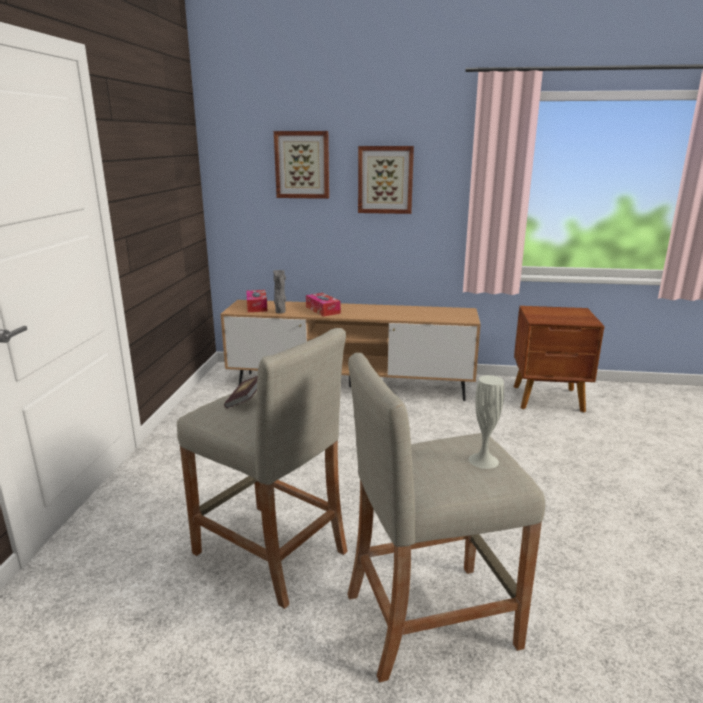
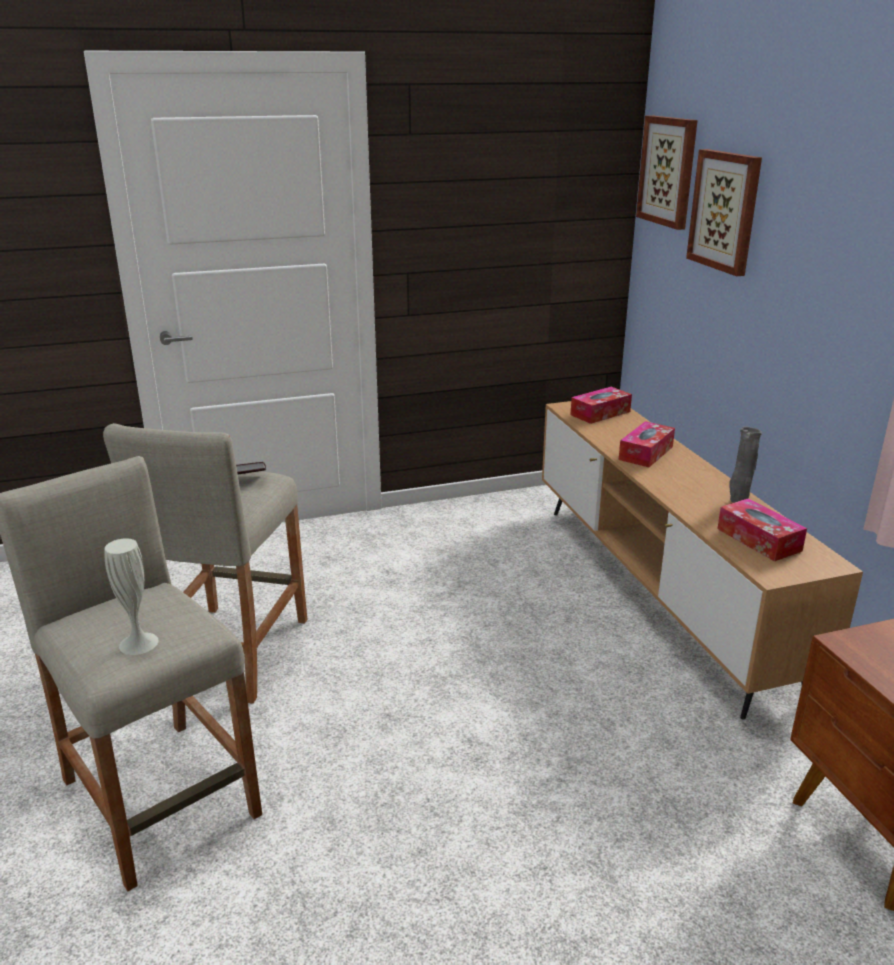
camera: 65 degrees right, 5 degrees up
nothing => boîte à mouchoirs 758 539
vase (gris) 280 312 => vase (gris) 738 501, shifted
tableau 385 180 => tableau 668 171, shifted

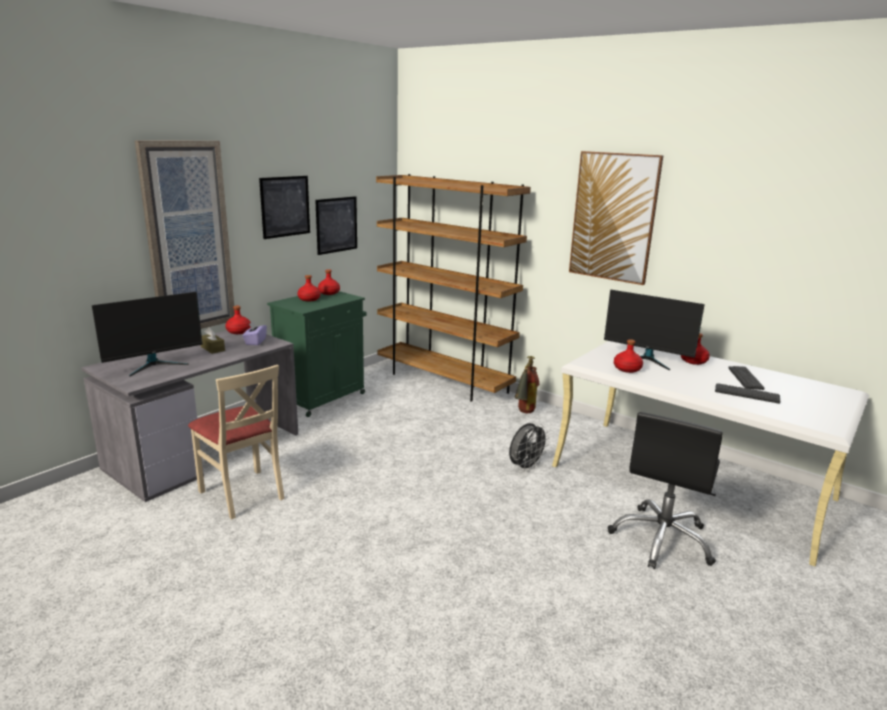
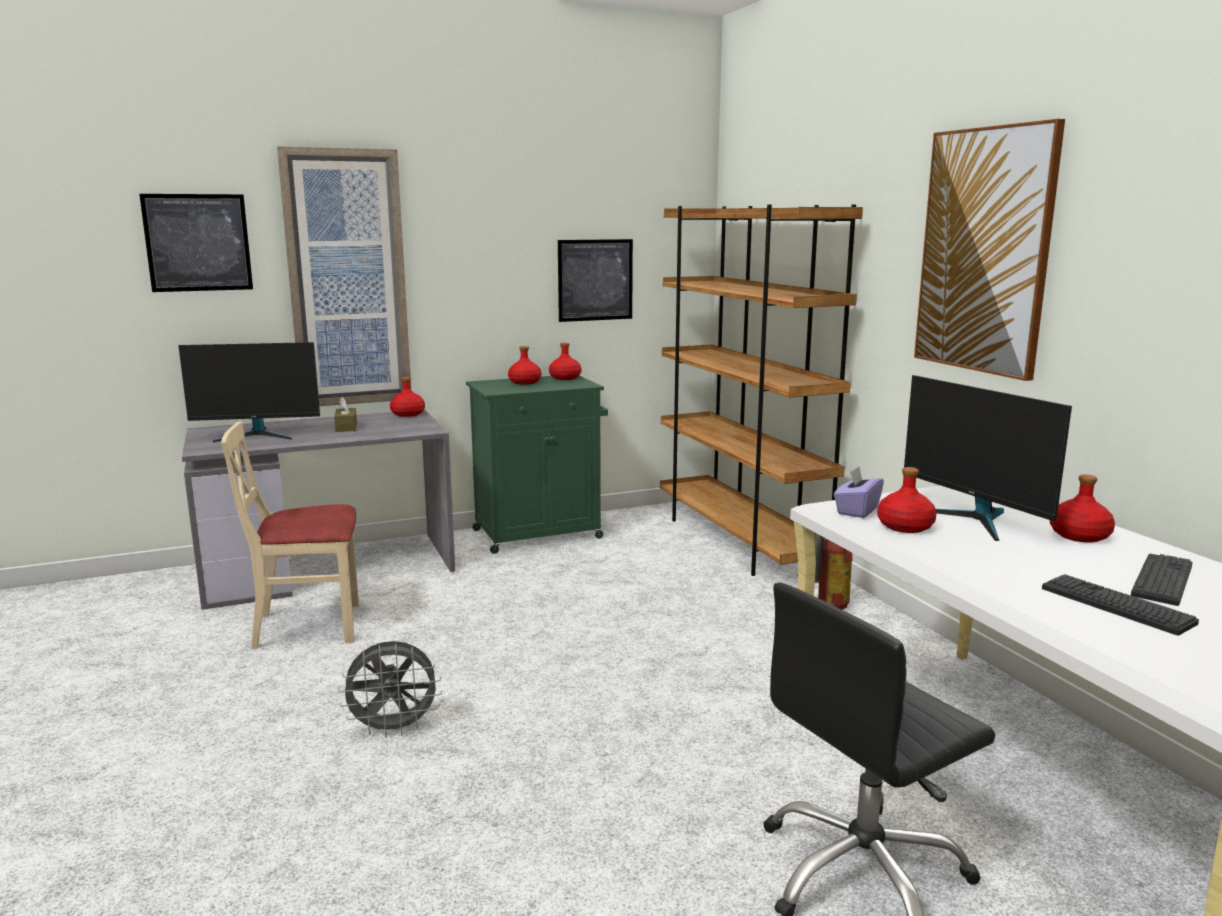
camera: 30 degrees right, 5 degrees down
boîte à mouchoirs (violet) 255 342 => boîte à mouchoirs (violet) 857 510, shifted
tableau 285 206 => tableau 198 243, shifted
ventilateur (gris) 525 467 => ventilateur (gris) 394 729, shifted
chaise (beige) 243 494 => chaise (beige) 308 626, 90 degrees clockwise

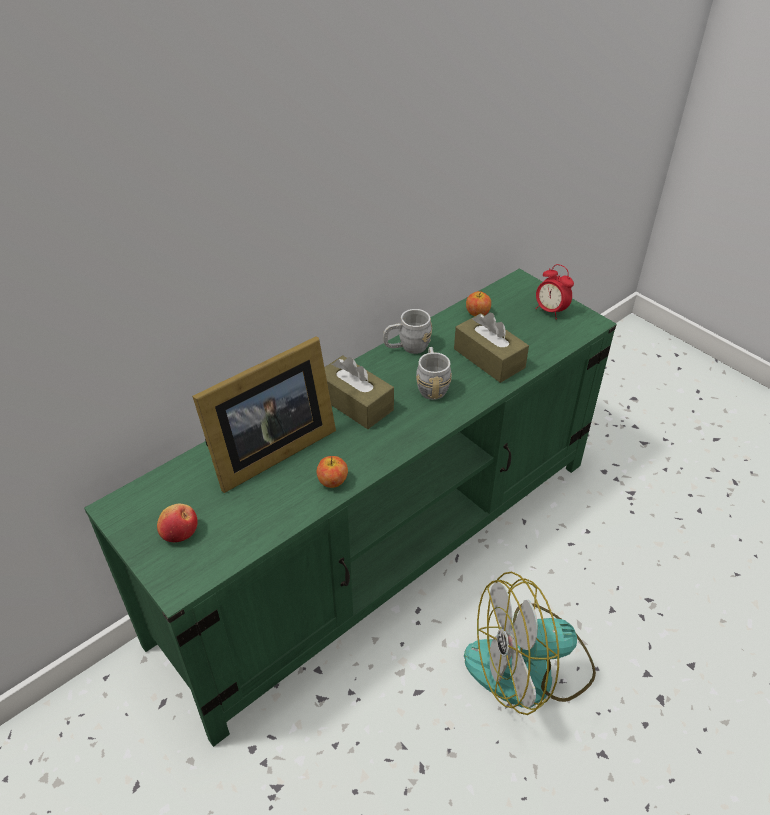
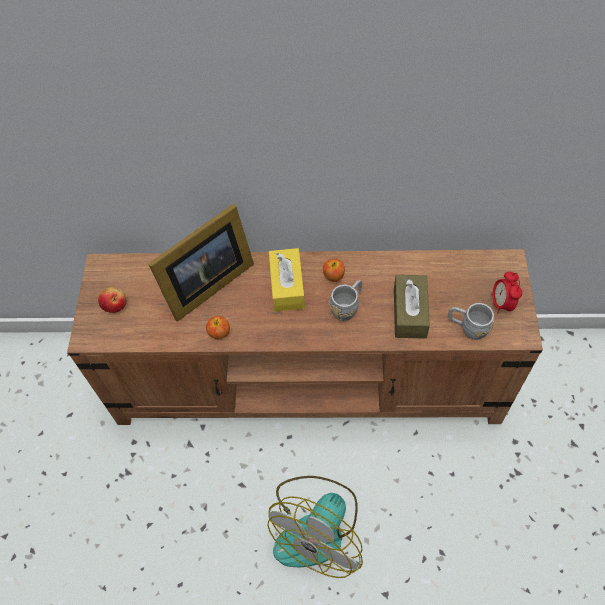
camera: 45 degrees right, 15 degrees up
mug (gris) 407 347 => mug (gris) 467 328, shifted
pomme 477 313 => pomme 333 276, shifted
meuble télé (vert) 384 546 => meuble télé (marron) 309 380
boîte à mouchoirs (marron) 355 403 => boîte à mouchoirs (jaune) 287 286
cadre photo 267 452 => cadre photo 204 285, 45 degrees counterclockwise
ventilateur 529 668 => ventilateur 317 527, 90 degrees counterclockwise

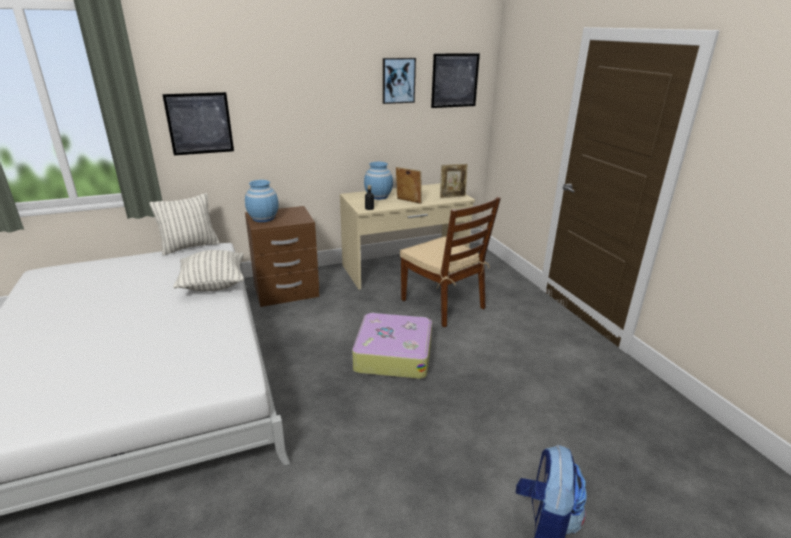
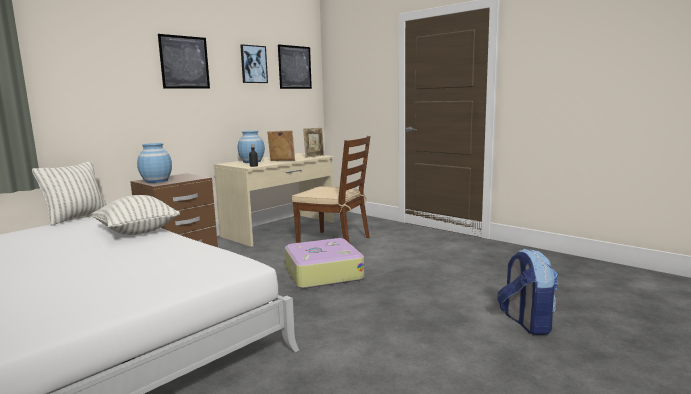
camera: 25 degrees left, 15 degrees down
tableau 199 123 => tableau 184 62, shifted

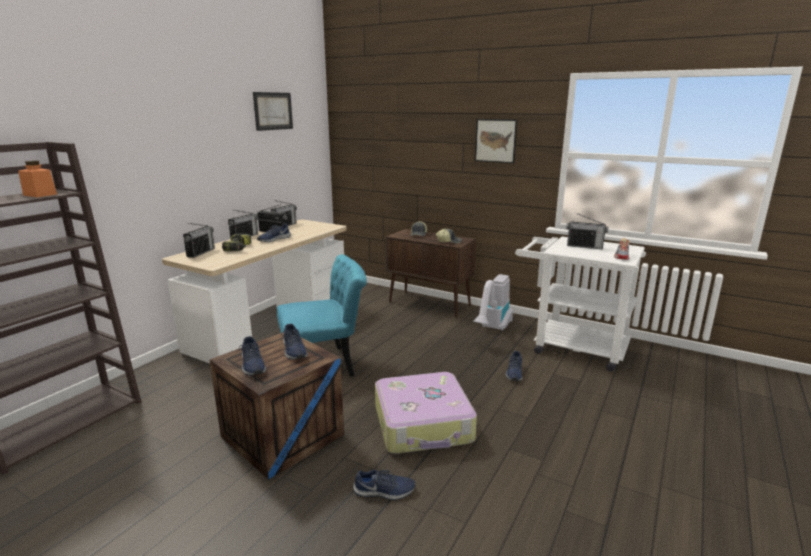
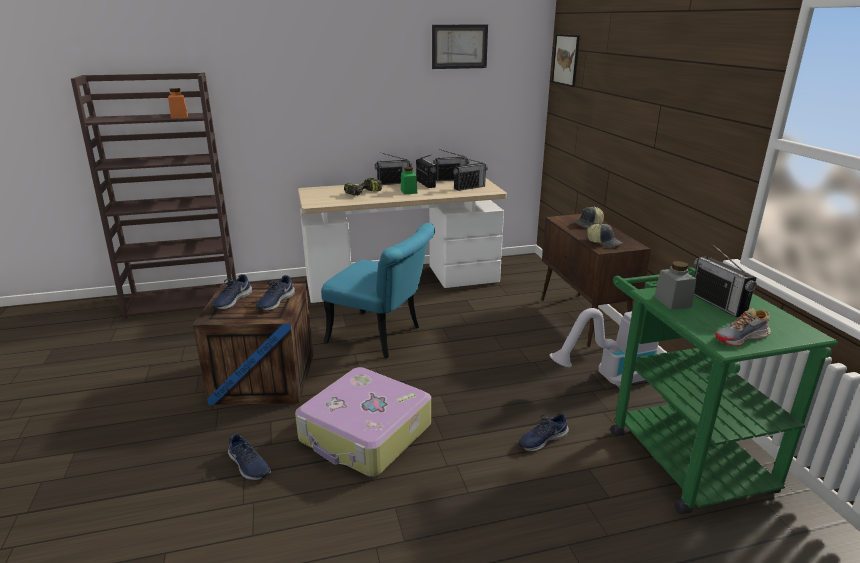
camera: 45 degrees right, 5 degrees up
nothing => bocal (gris) 672 302
radio 201 252 => radio 469 187, shifted
tableau 495 140 => tableau 566 60, shifted
chaussure (bleu) 273 239 => bocal (vert) 409 191
chariot (blanc) 570 346 => chariot (vert) 679 452

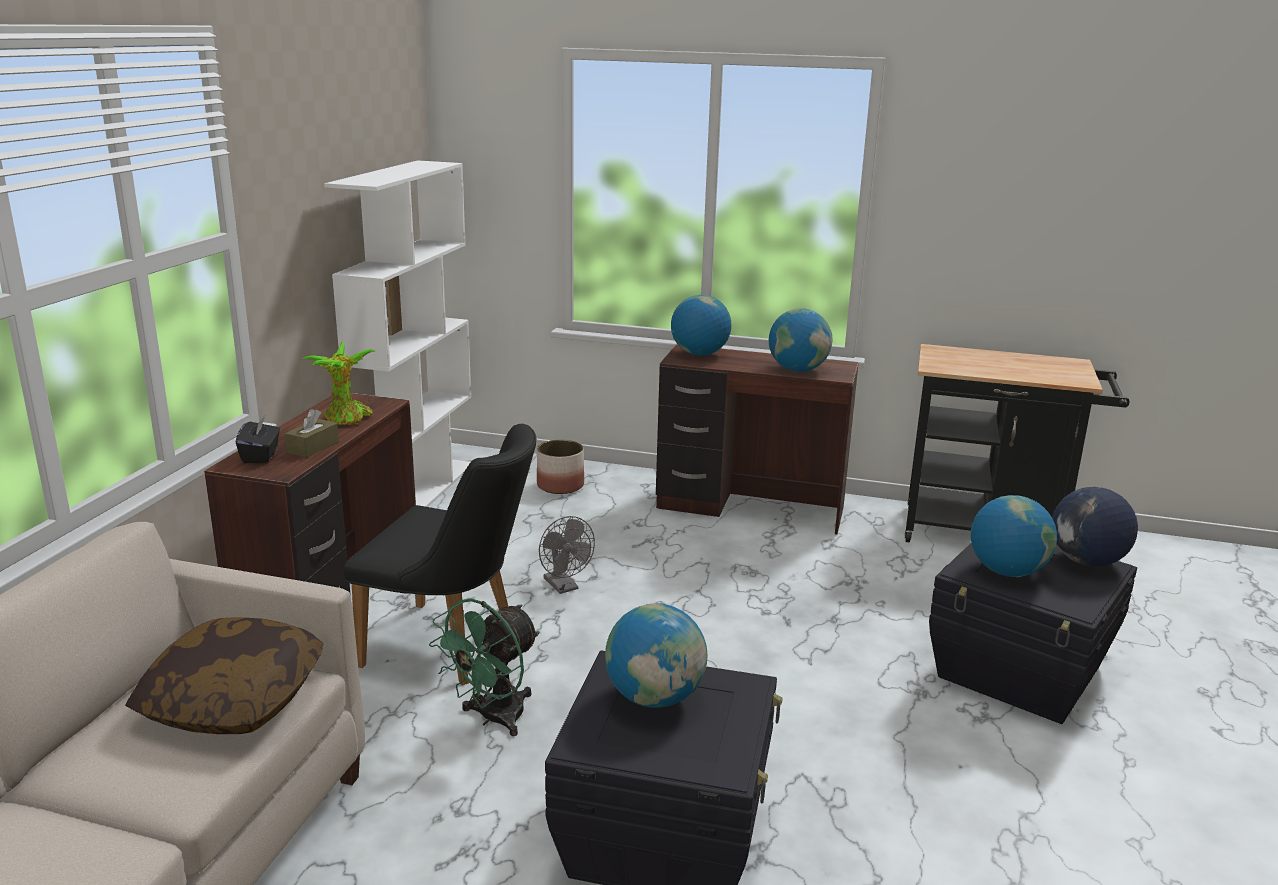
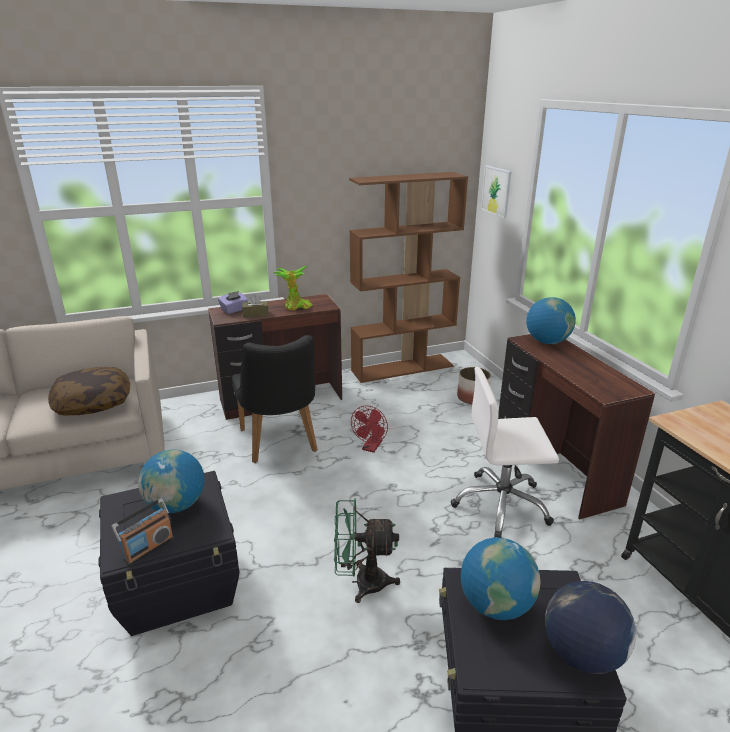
camera: 55 degrees right, 5 degrees up
globe 797 370 => nothing
nothing => radio 148 548
nothing => chaise de bureau (blanc) 501 505
nothing => tableau 496 191
ventilateur (vert) 493 719 => ventilateur (vert) 362 582, shifted
boîte à mouchoirs (noir) 261 455 => boîte à mouchoirs (violet) 234 310
bibliothèque (blanc) 417 493 => bibliothèque (marron) 402 368
ventilateur (gris) 564 587 => ventilateur (rouge) 371 448

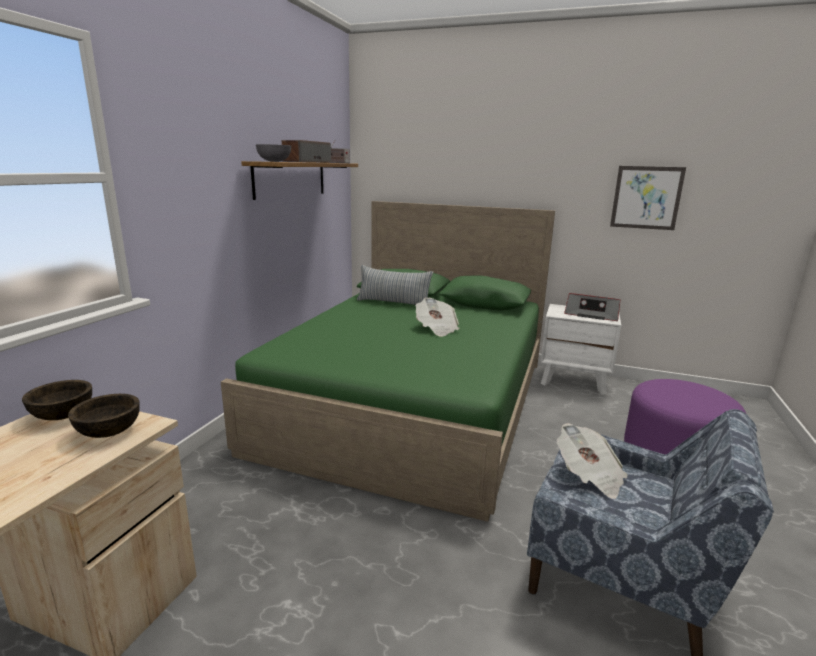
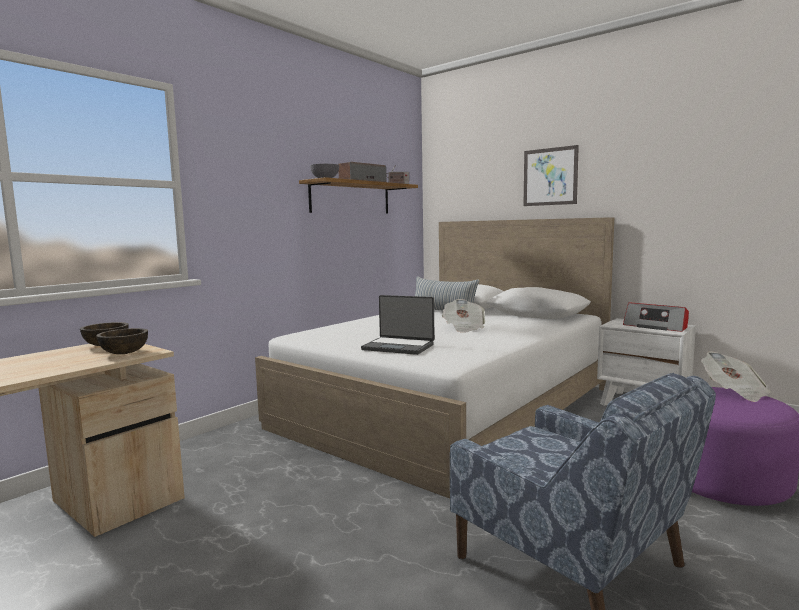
camera: 20 degrees right, 10 degrees down
nothing => ordinateur portable 399 347
journal 589 476 => journal 734 392, shifted
tableau 646 197 => tableau 550 176, shifted
lit (vert) 414 402 => lit (blanc) 449 407

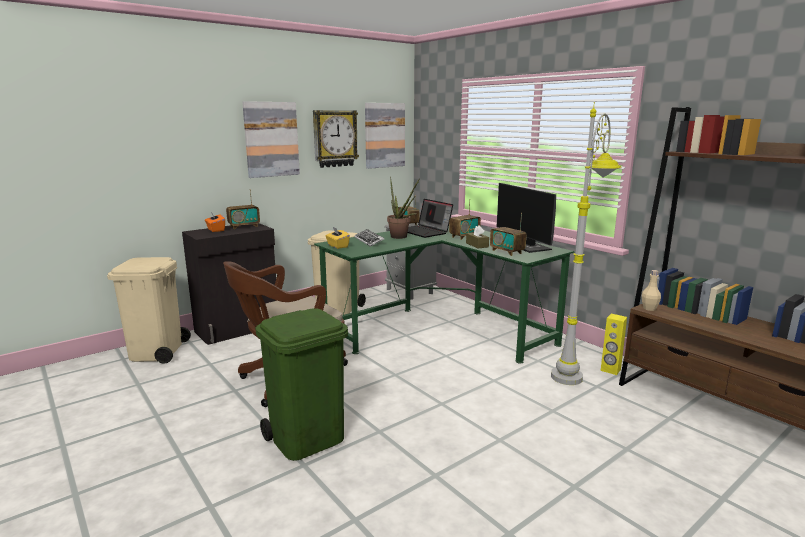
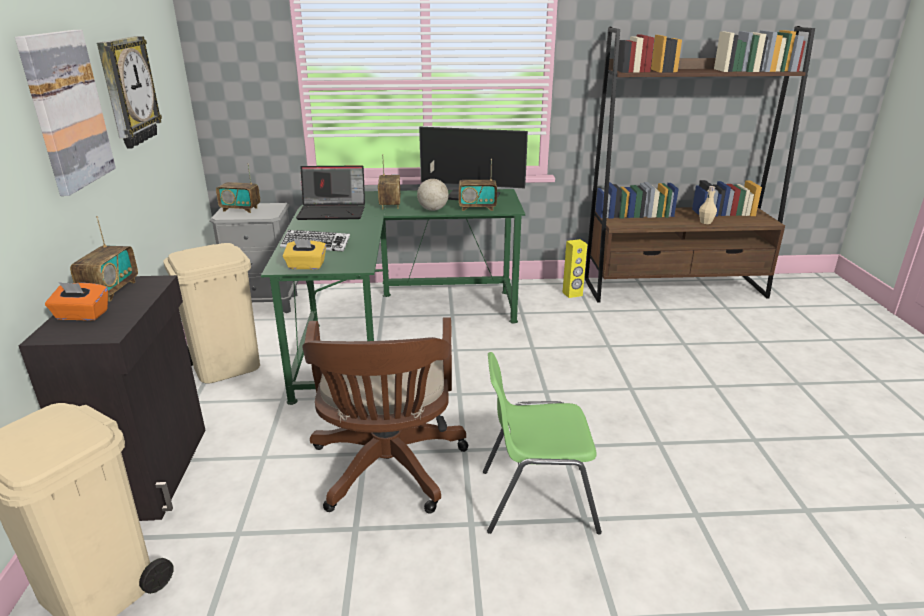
camera: 55 degrees left, 10 degrees up
tableau 384 135 => nothing
plante en pot 401 237 => nothing
lampadaire (gris) 575 367 => nothing
bouteille (beige) 649 308 => bouteille (beige) 705 222, shifted
poubelle (vert) 308 438 => chaise (vert) 535 499
boîte à mouchoirs (marron) 477 245 => globe 432 210

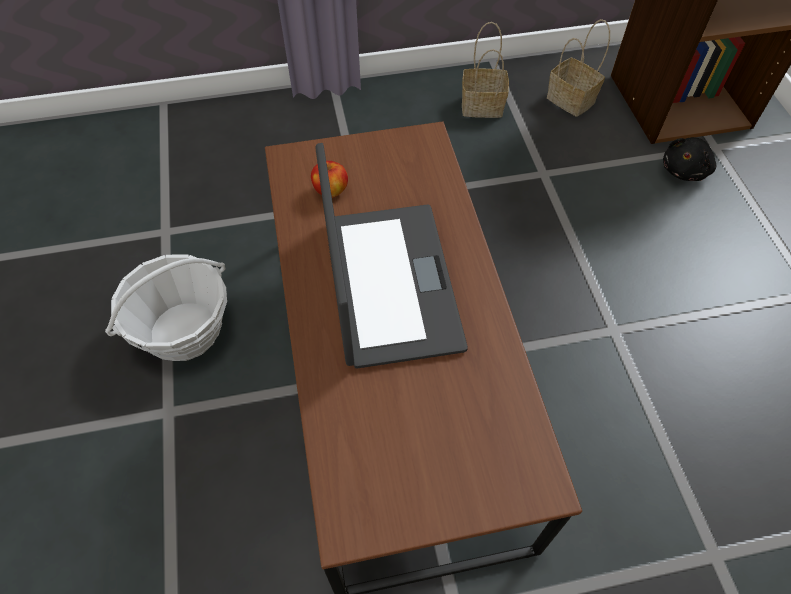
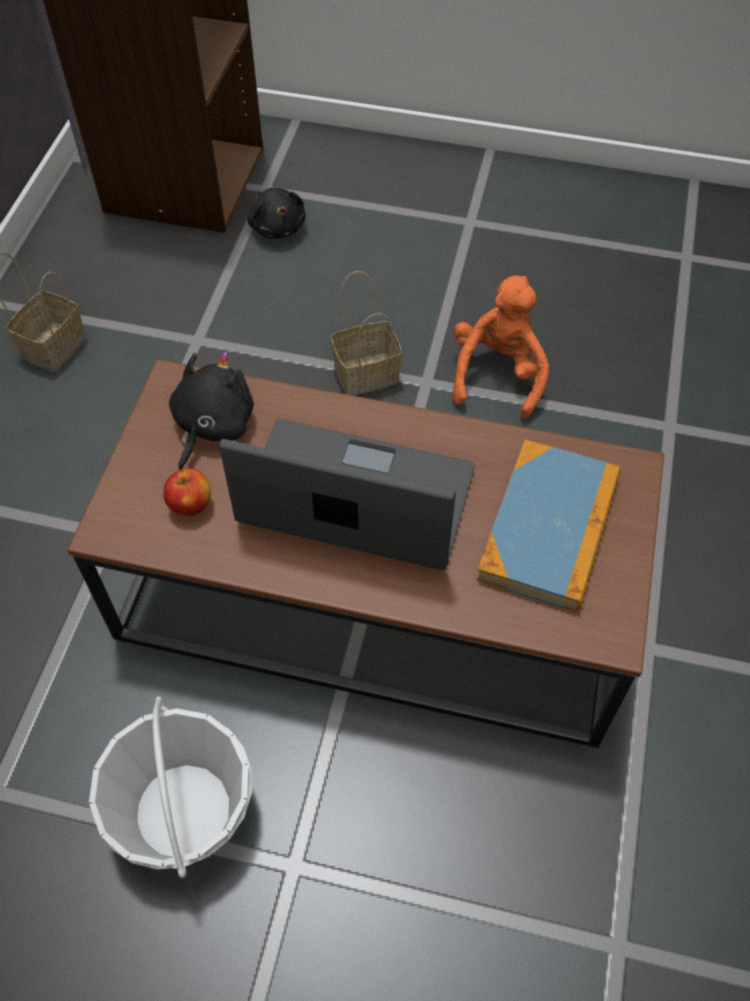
camera: 65 degrees left, 0 degrees up
nothing => peluche (noir) 212 426
nothing => peluche (orange) 497 374
nothing => livre 549 528
panier 572 100 => panier 368 372, shifted

